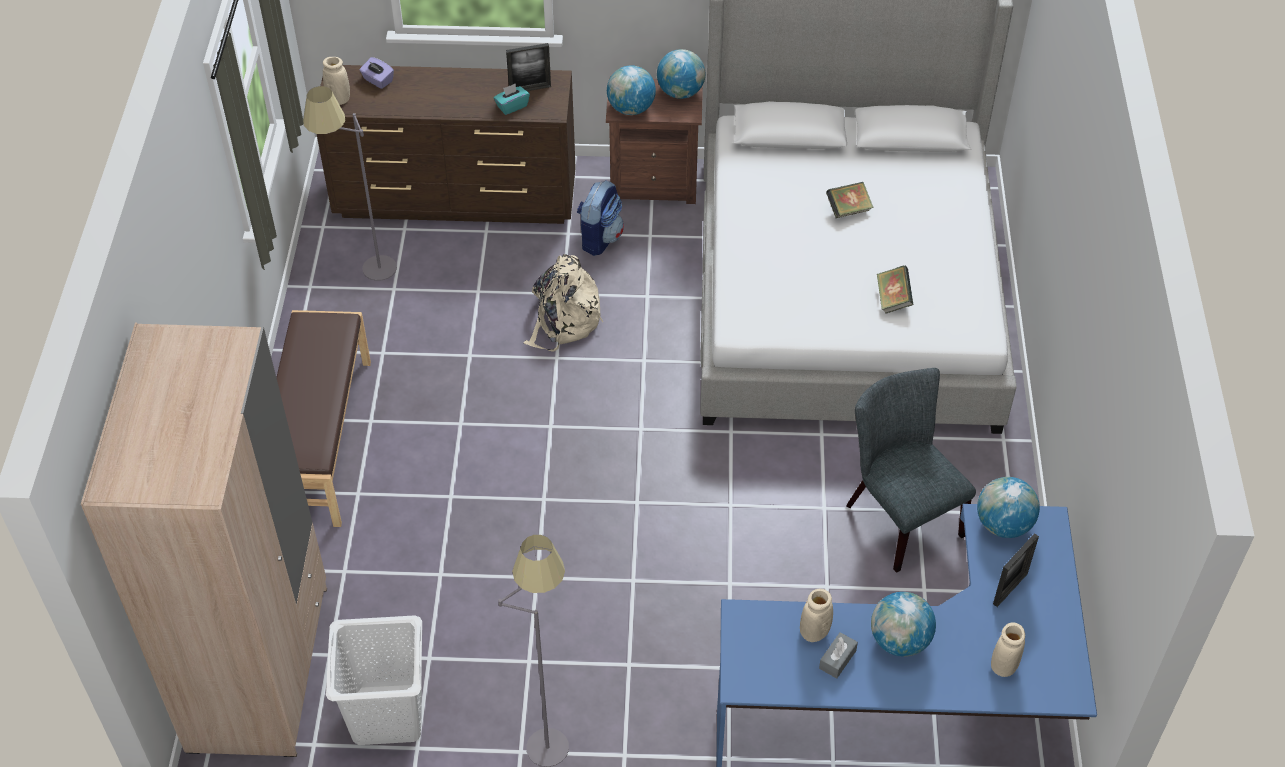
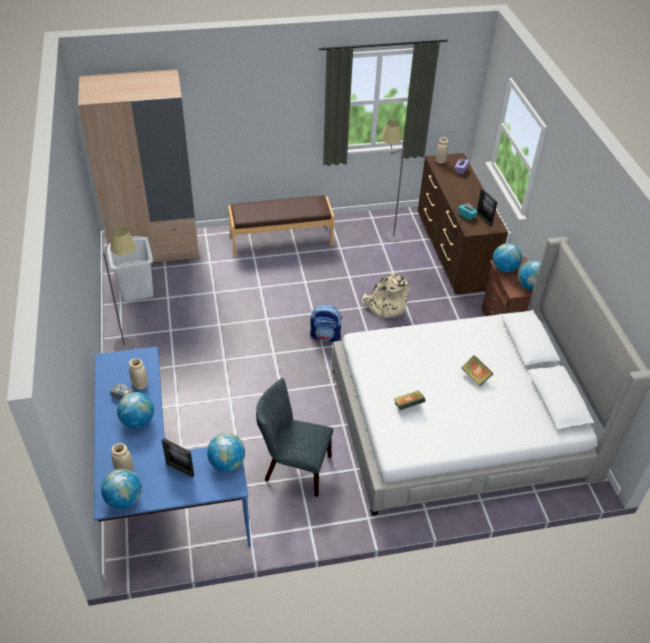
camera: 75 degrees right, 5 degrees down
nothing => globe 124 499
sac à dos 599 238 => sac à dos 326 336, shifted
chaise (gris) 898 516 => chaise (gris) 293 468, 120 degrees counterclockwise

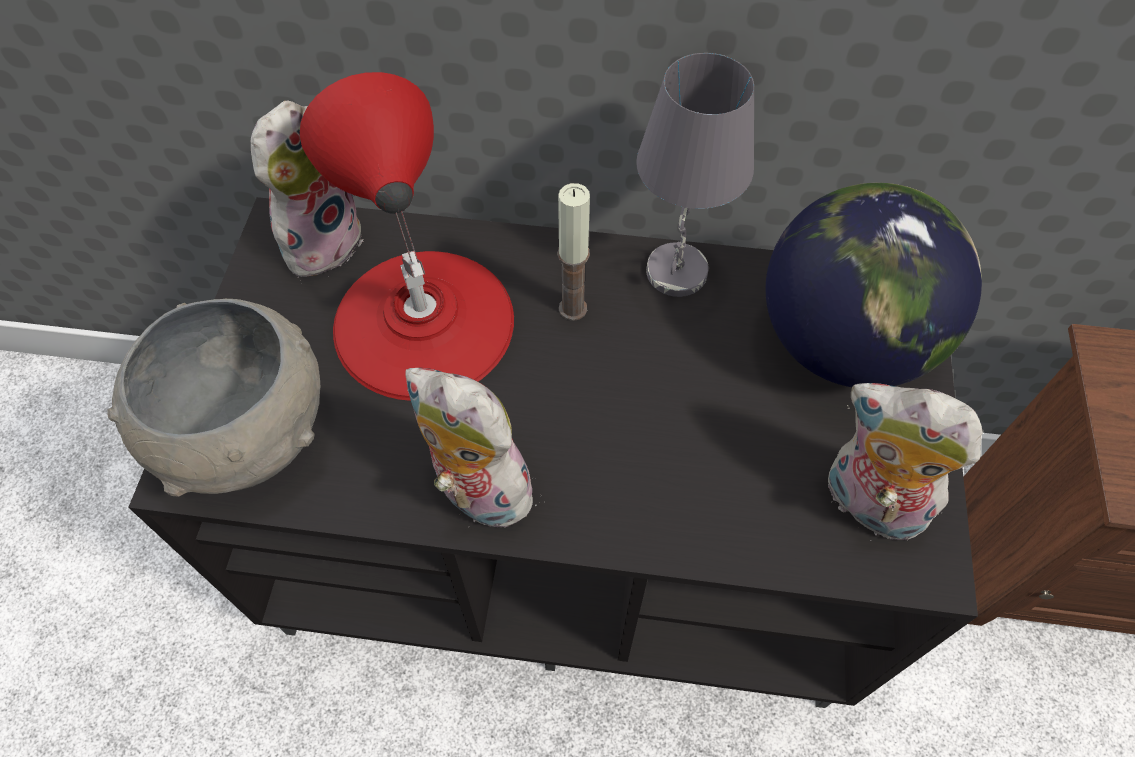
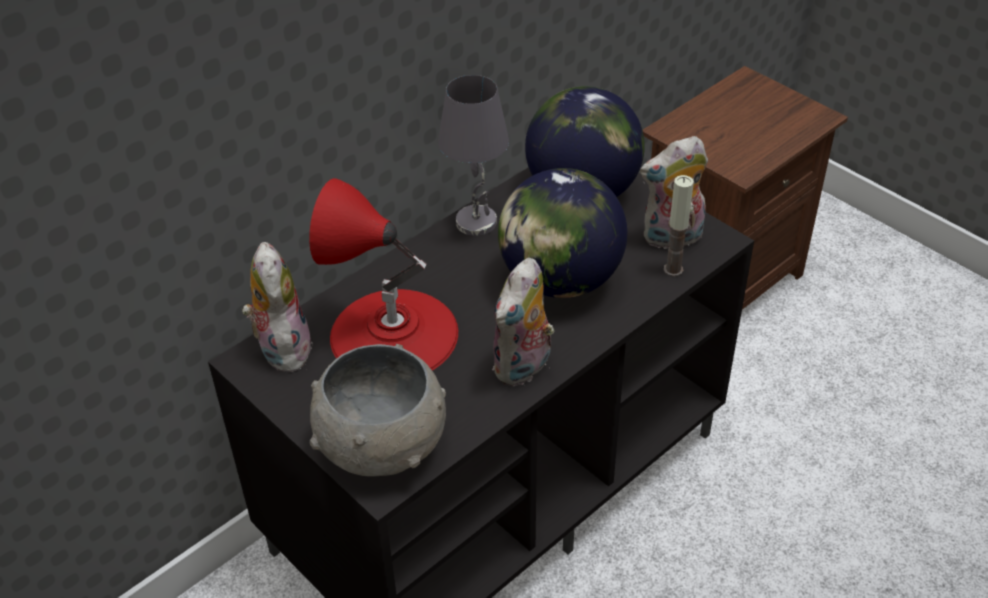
camera: 50 degrees left, 15 degrees down
nothing => globe 560 280
bougie 572 308 => bougie 673 270, shifted
peluche 476 491 => peluche 524 367, 45 degrees counterclockwise

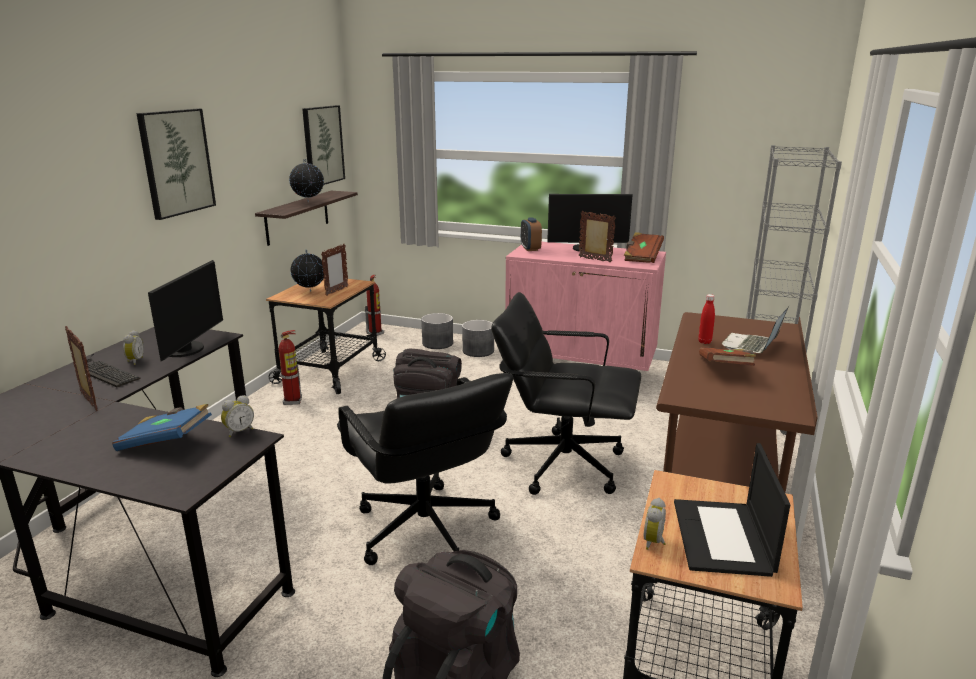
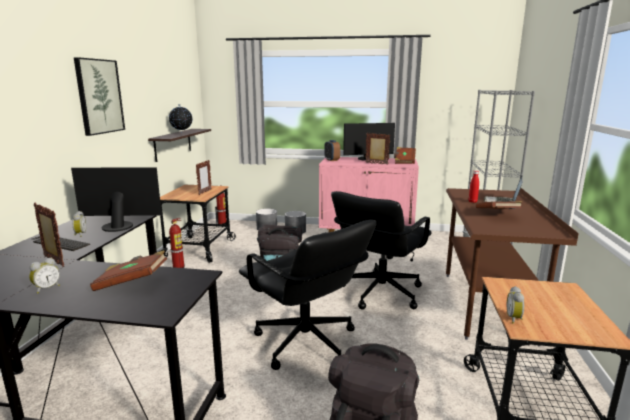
camera: 10 degrees left, 5 degrees down
globe 310 291 => nothing
tableau 322 145 => nothing
ordinateur portable 723 538 => nothing
réveil 239 431 => réveil 46 288, shifted
livre (bleu) 166 442 => livre (marron) 132 282
écran d'ordinateur 187 350 => écran d'ordinateur 119 225, 90 degrees counterclockwise
chaise de bureau (noir) 563 463 => chaise de bureau (noir) 380 292, 60 degrees counterclockwise

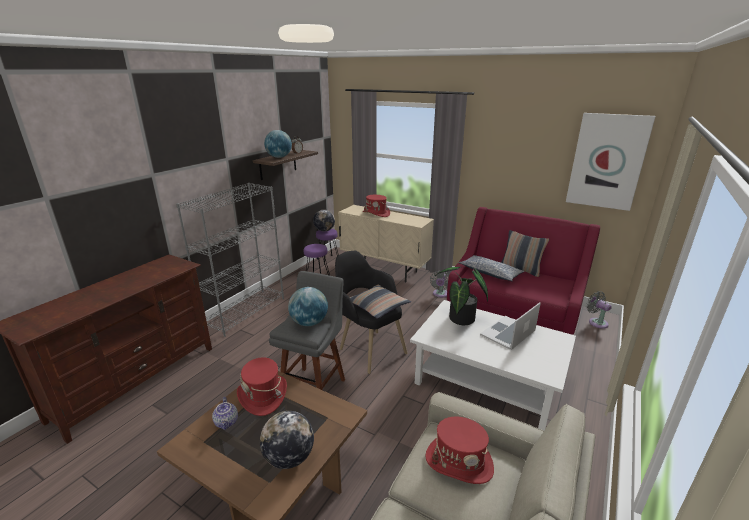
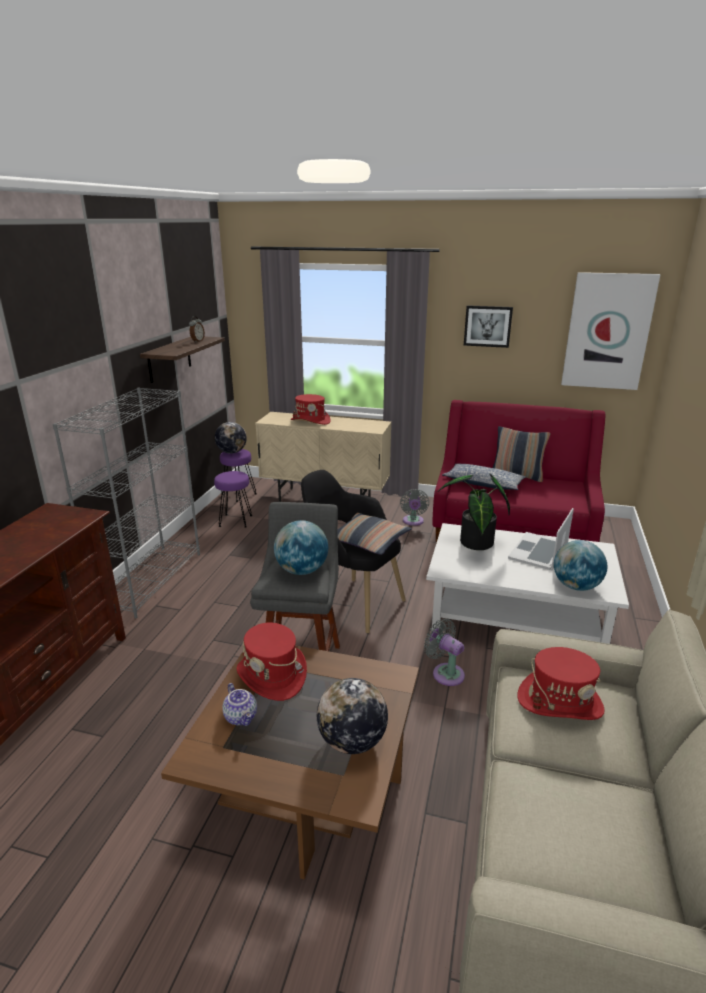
camera: 15 degrees left, 0 degrees up
nothing => tableau 487 326
globe 279 157 => globe 576 586, shifted
ventilateur (gris) 596 322 => ventilateur (gris) 445 673, shifted

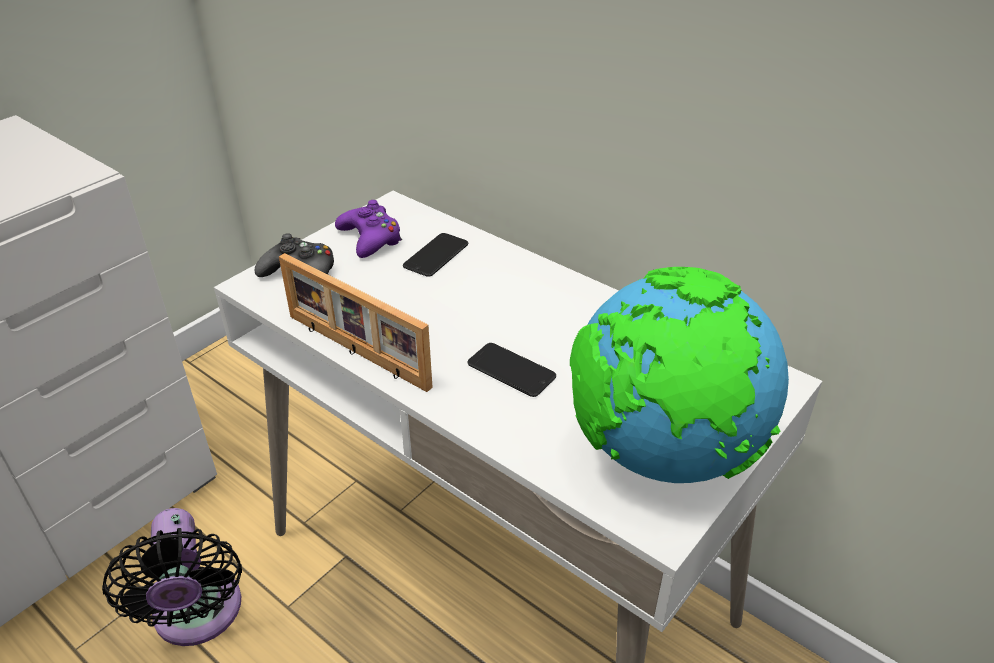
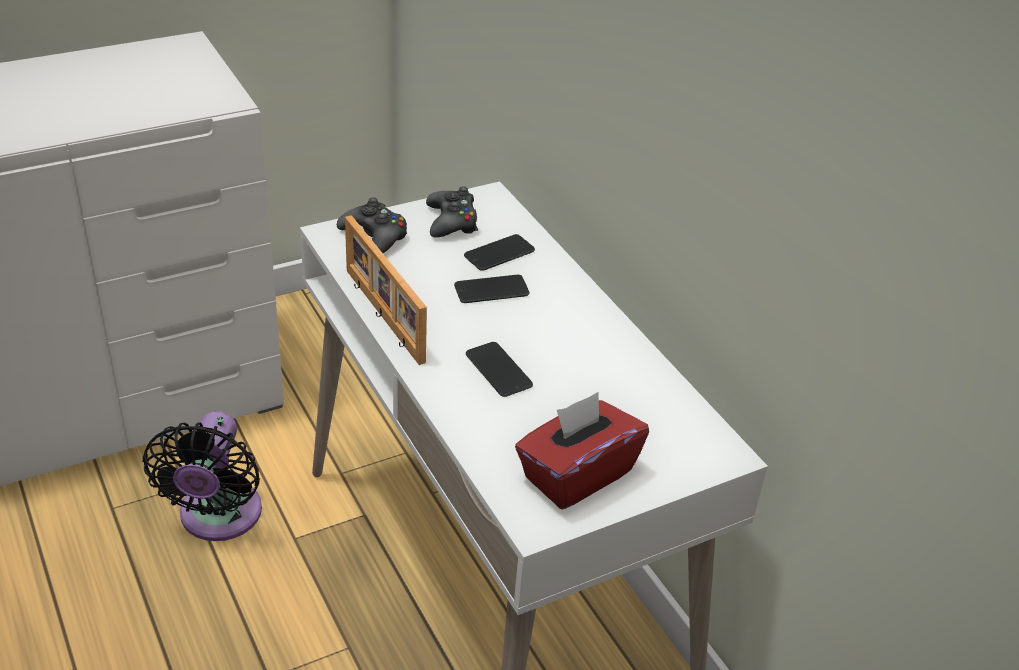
camera: 20 degrees right, 0 degrees up
nothing => téléphone 491 290
globe 662 454 => boîte à mouchoirs (rouge) 576 474
manette (violet) 370 239 => manette (noir) 452 222

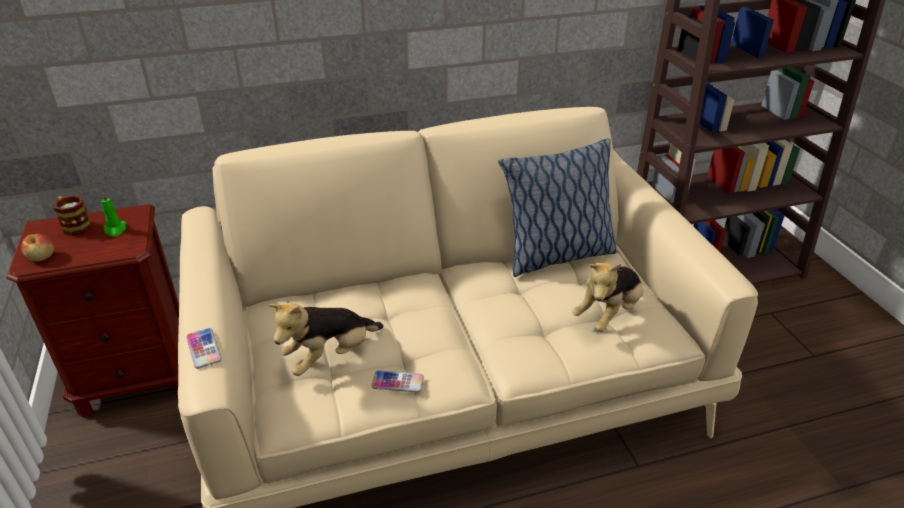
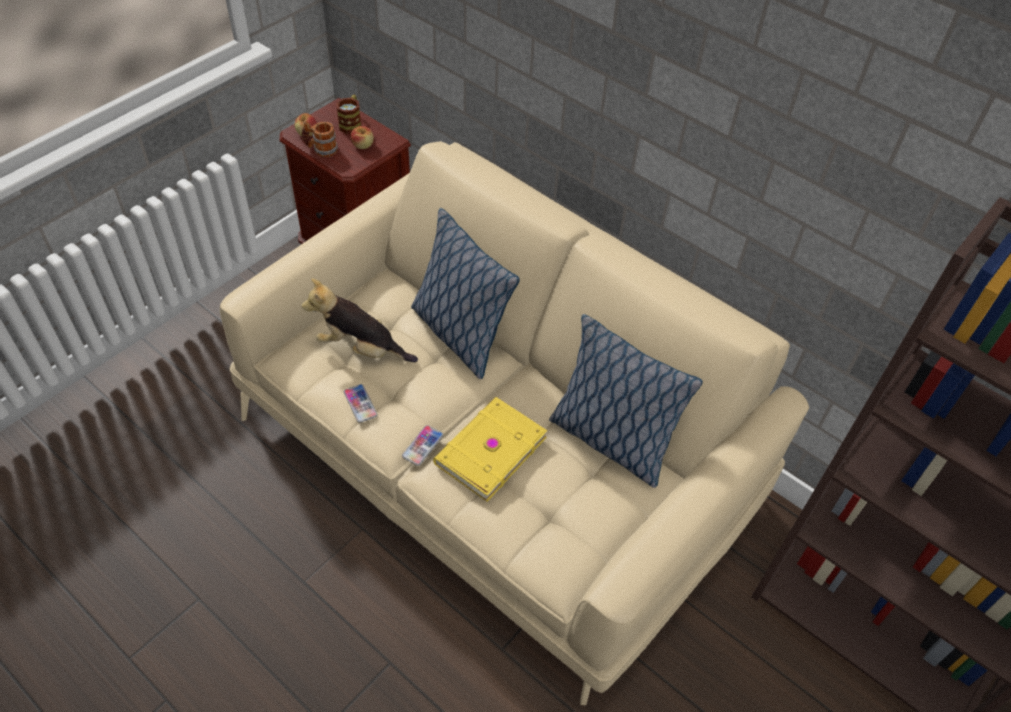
camera: 55 degrees right, 15 degrees up
peluche 608 314 => nothing
nothing => mug 321 149
nothing => coussin 459 333
nothing => livre (jaune) 488 450
téléphone 204 349 => téléphone 422 446, shifted
bougie (vert) 115 229 => pomme 363 145

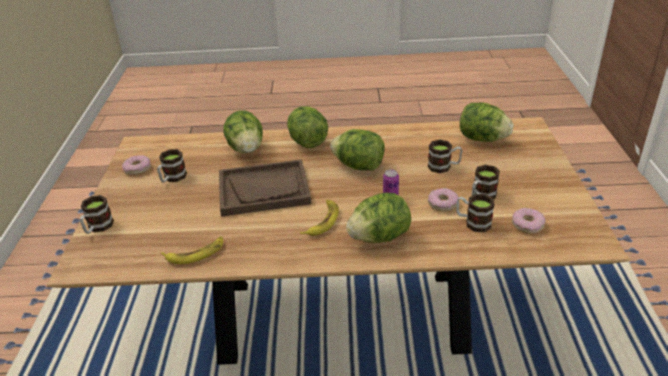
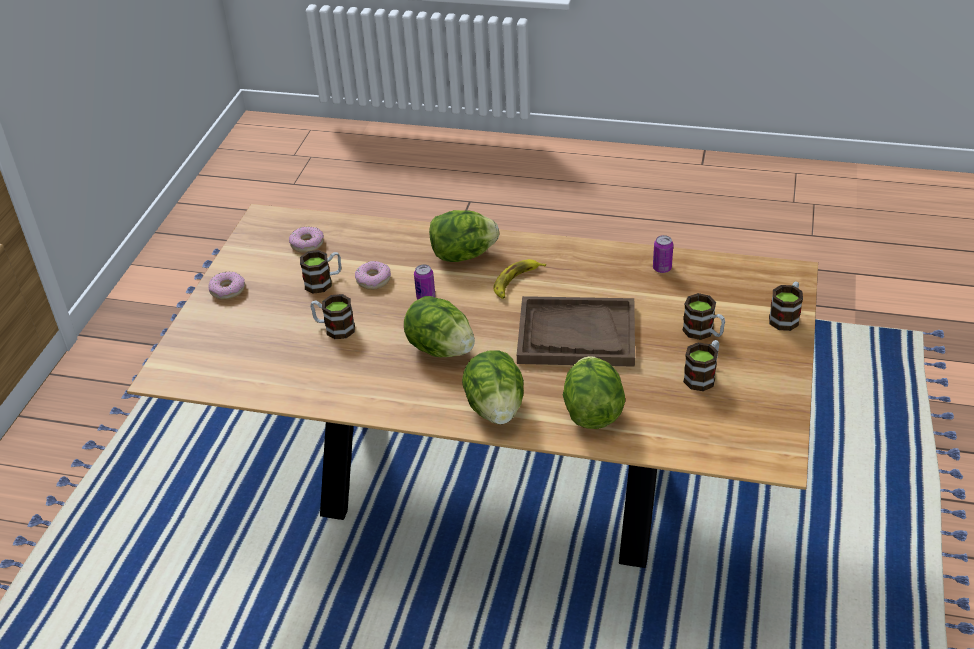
camera: 165 degrees left, 5 degrees up
laitue 482 139 => nothing
beignet 137 169 => beignet 228 290, shifted
mug 473 222 => mug 703 332, shifted
banane 196 253 => boîte métallique 662 268

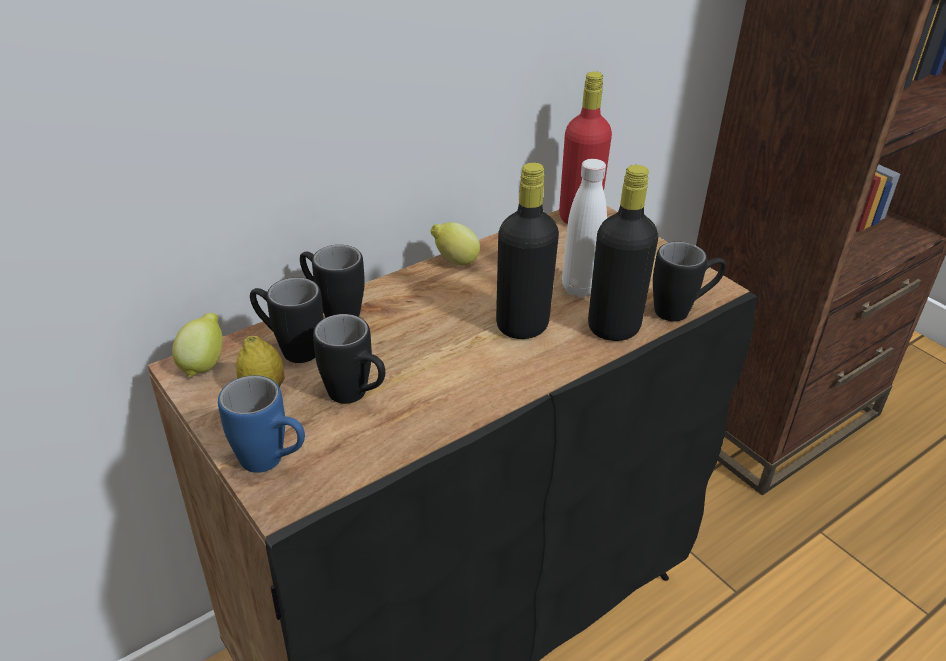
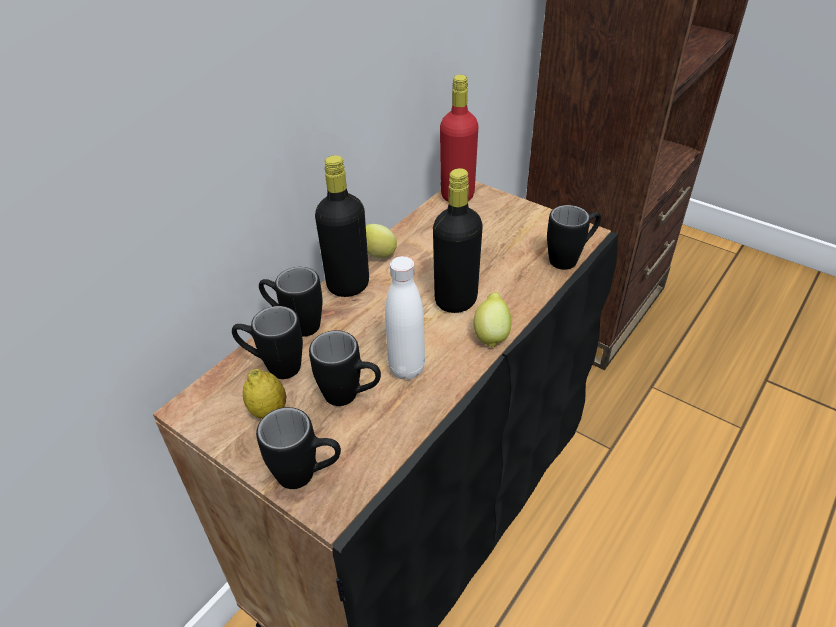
camera: 15 degrees left, 5 degrees up
citron 204 364 => citron 491 335, shifted
bouteille (blanc) 579 289 => bouteille (blanc) 406 368, shifted
bouteille (noir) 613 328 => bouteille (noir) 348 285, shifted
mug (bleu) 272 463 => mug (noir) 307 475

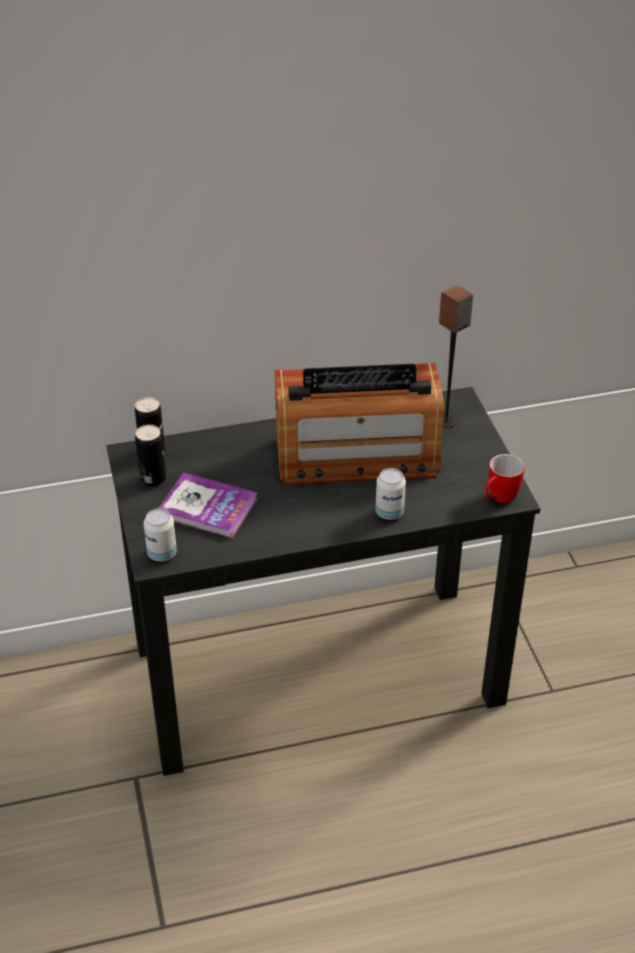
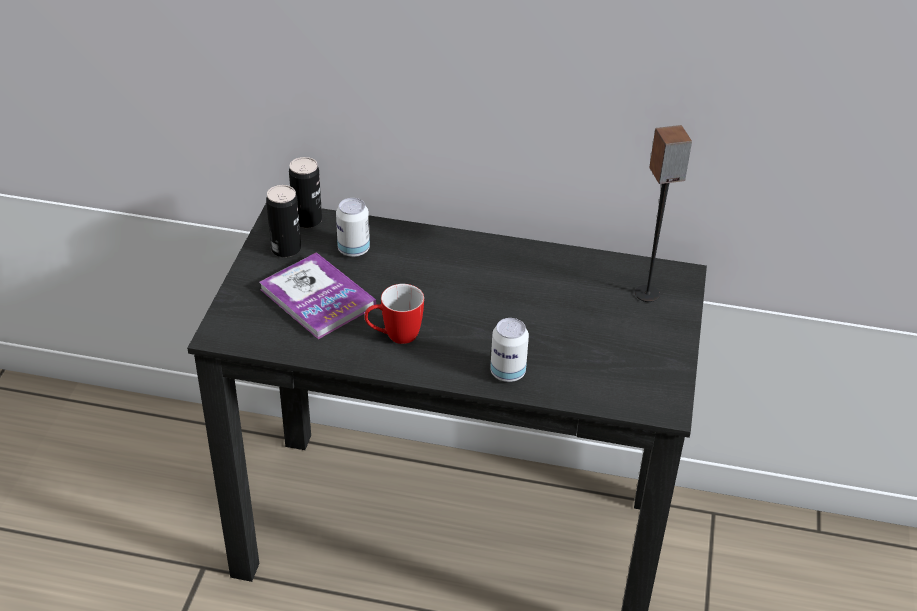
camera: 25 degrees right, 0 degrees up
radio 356 456 => nothing
boîte métallique 162 553 => boîte métallique 353 249, shifted
mug 498 499 => mug 394 336, shifted

